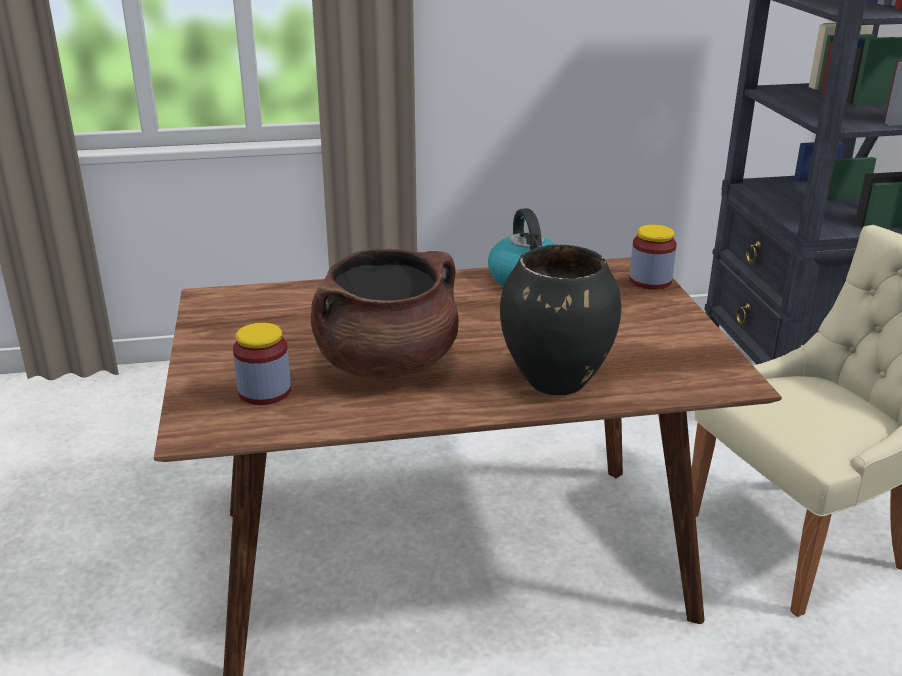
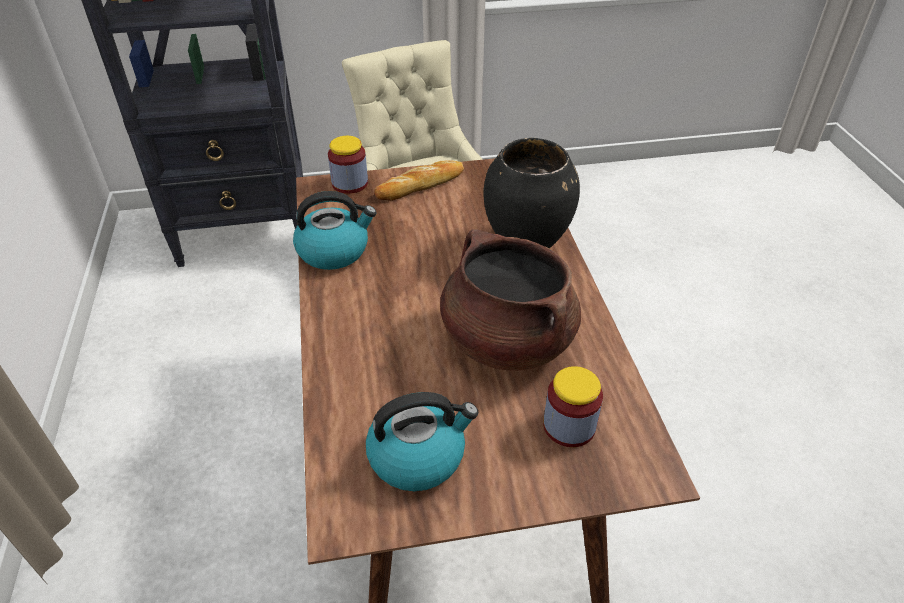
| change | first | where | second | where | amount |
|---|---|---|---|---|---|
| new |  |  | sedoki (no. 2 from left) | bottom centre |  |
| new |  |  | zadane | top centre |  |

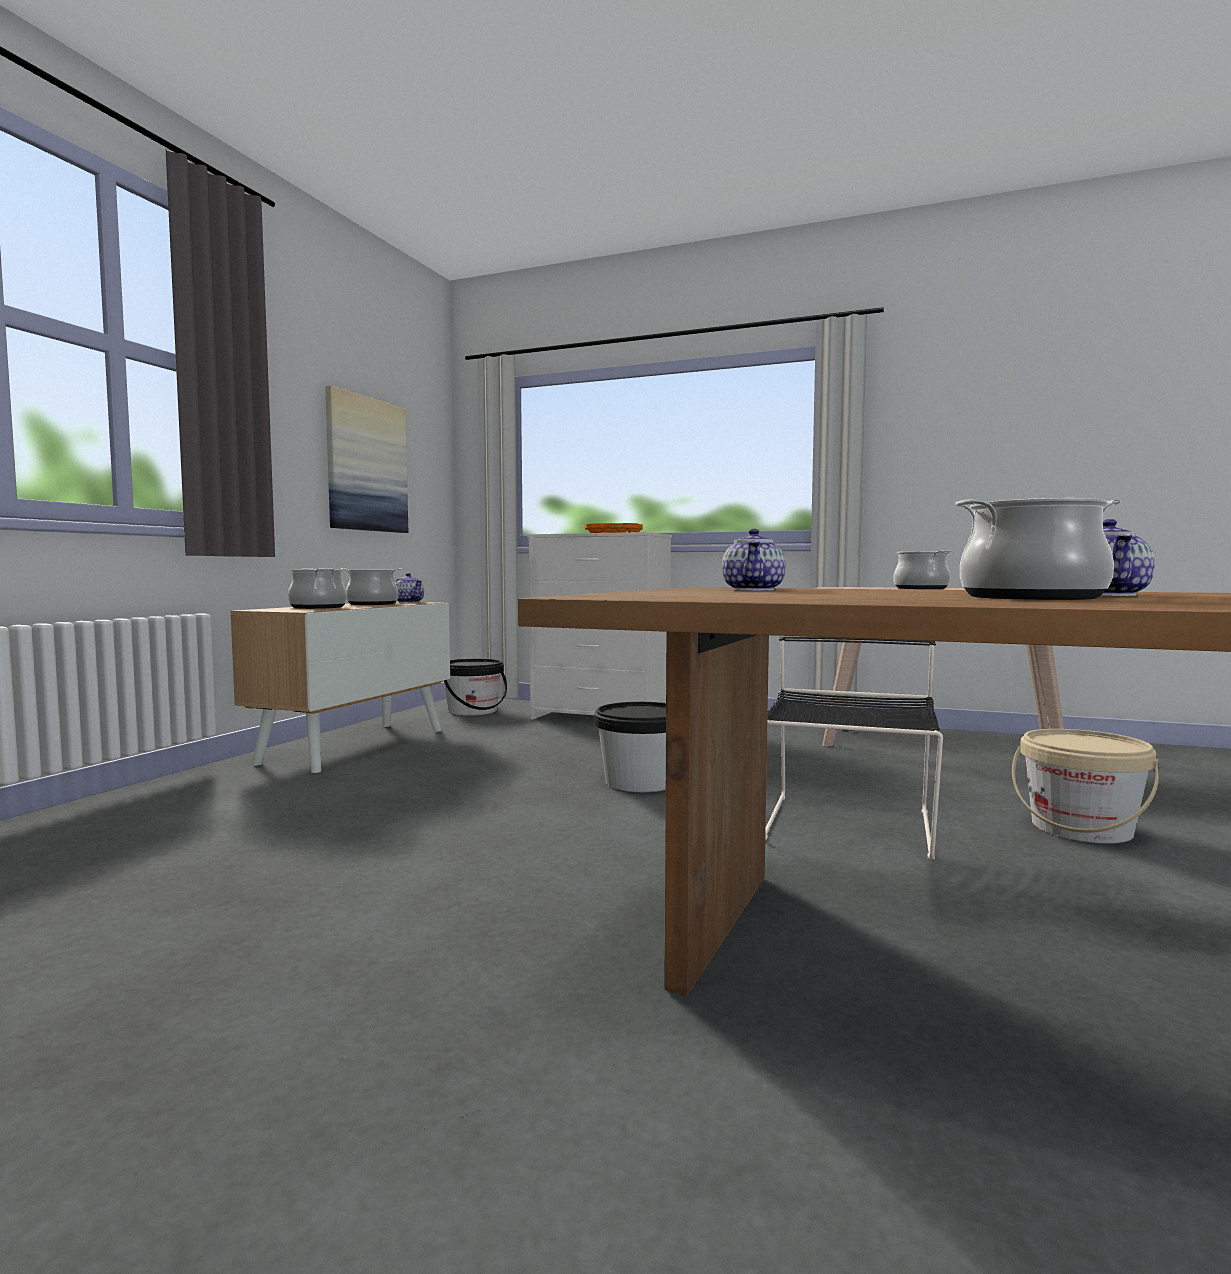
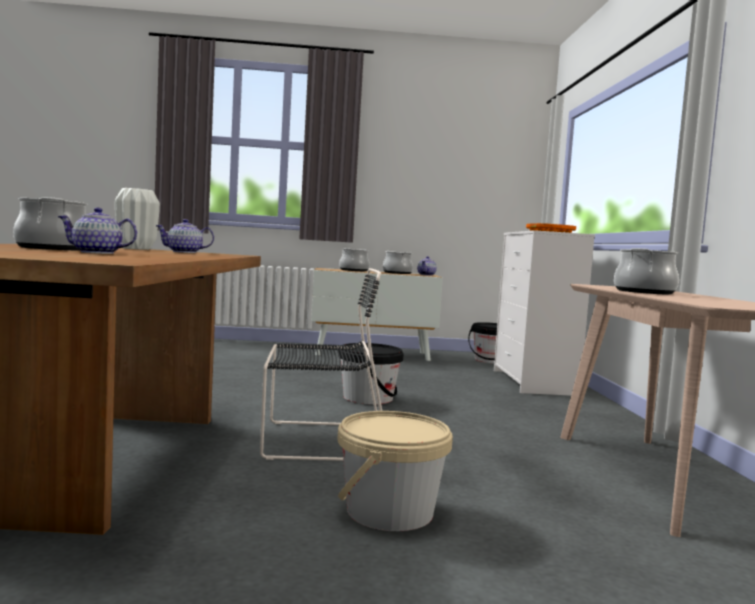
| change | first | where | second | where | amount |
|---|---|---|---|---|---|
| new |  |  | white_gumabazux | middle left |  |
| gone | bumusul | middle left |  |  |  |

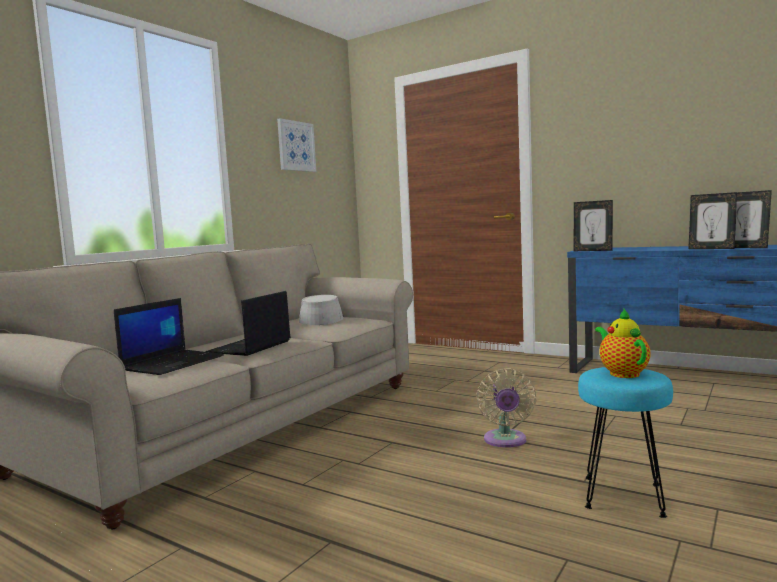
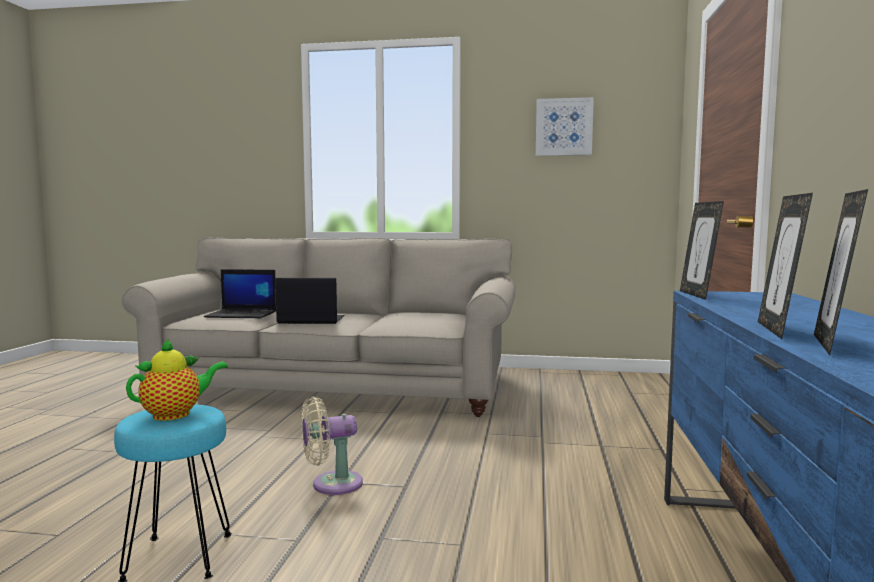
| change | first | where | second | where | amount |
|---|---|---|---|---|---|
| gone | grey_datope | centre |  |  |  |

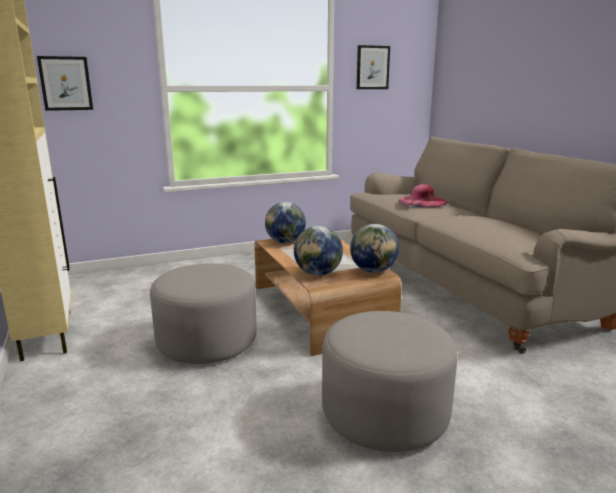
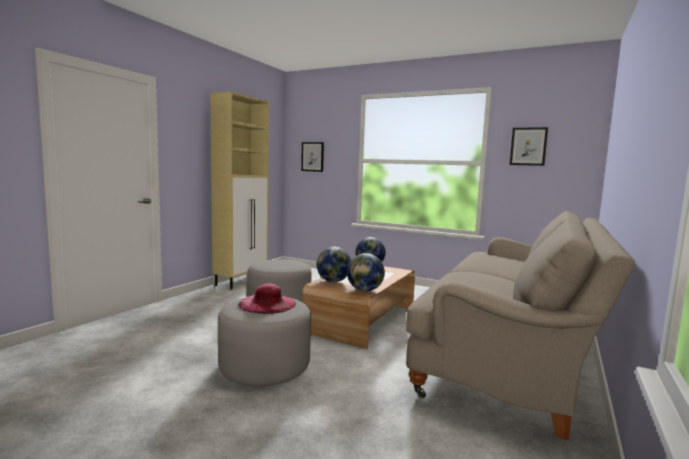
| change | first | where | second | where | amount |
|---|---|---|---|---|---|
| shifted | pink_datope | middle right |  | centre |  |

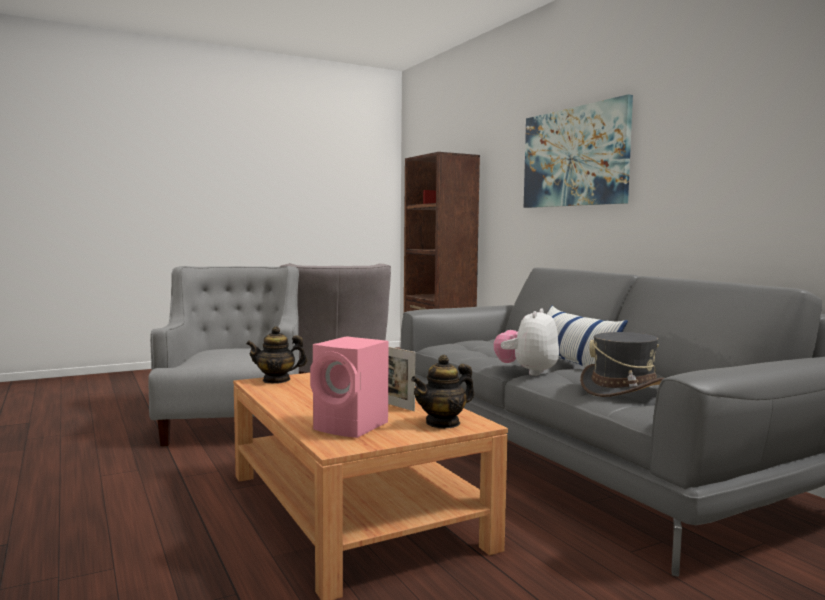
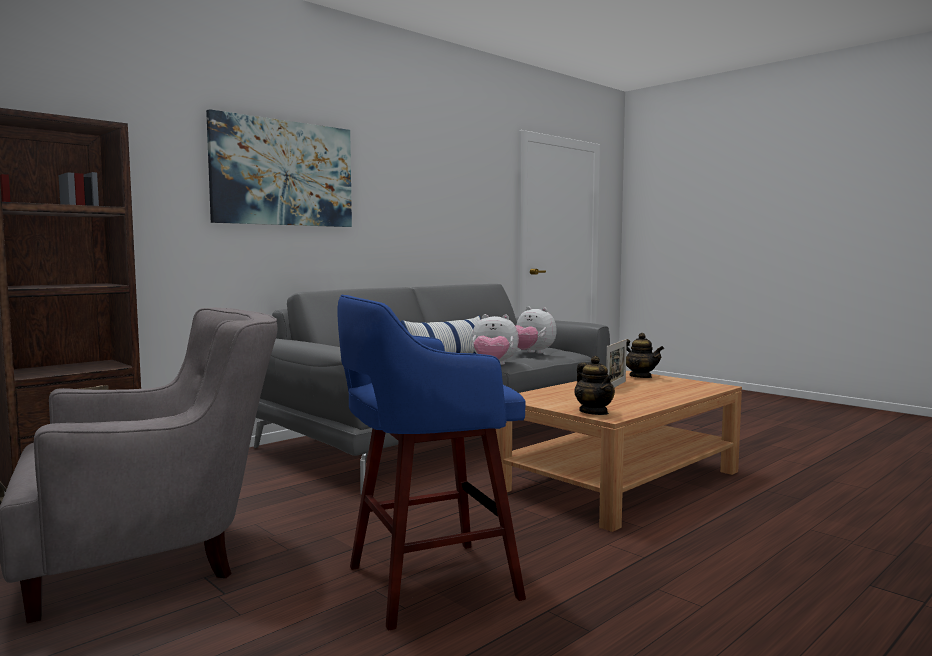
| change | first | where | second | where | amount |
|---|---|---|---|---|---|
| swapped | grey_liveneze (no. 1 from left) | middle left | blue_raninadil | bottom centre |  |
| swapped | grey_datope | middle right | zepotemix (no. 2 from left) | centre |  |
| gone | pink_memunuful | centre |  |  |  |

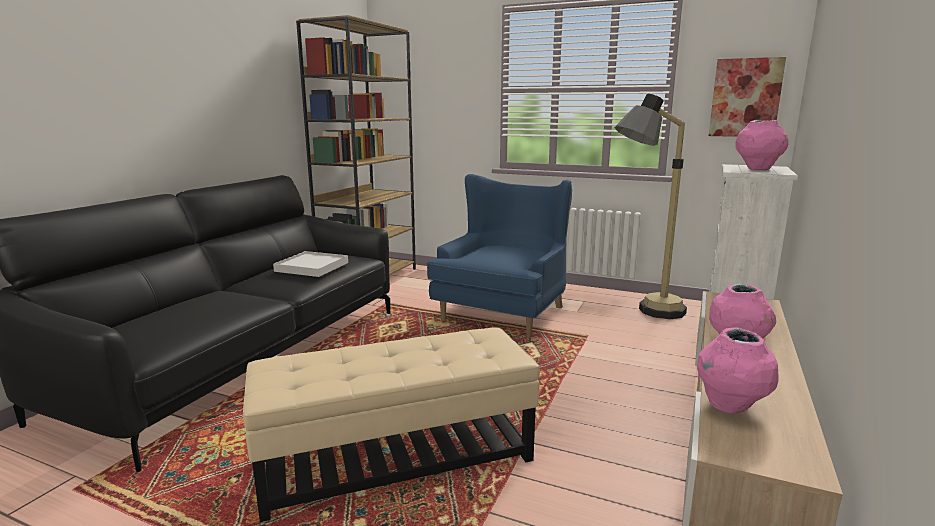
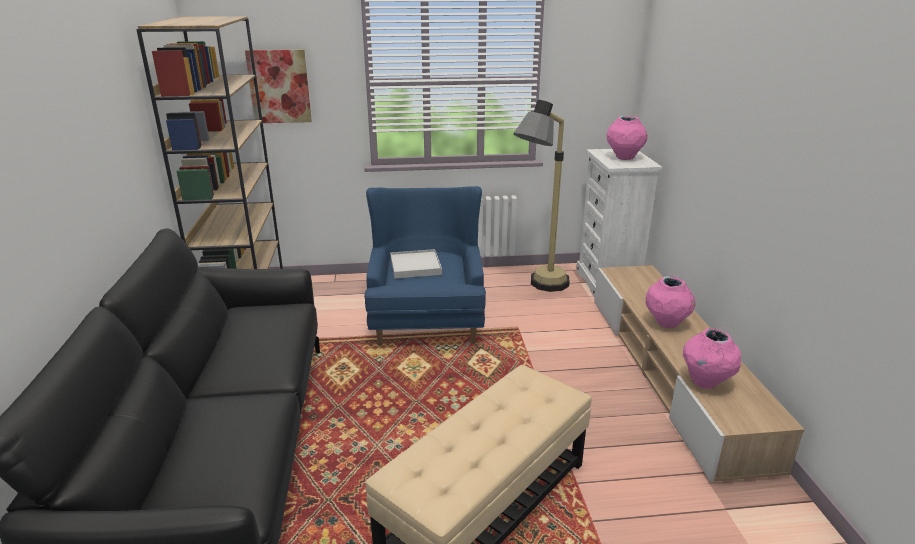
| change | first | where | second | where | amount |
|---|---|---|---|---|---|
| shifted | bumusul | top right |  | top left |  |
| shifted | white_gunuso | middle left |  | centre |  |

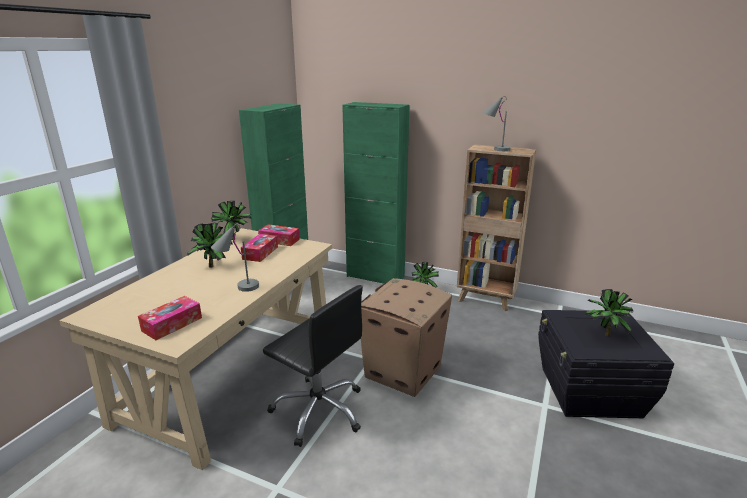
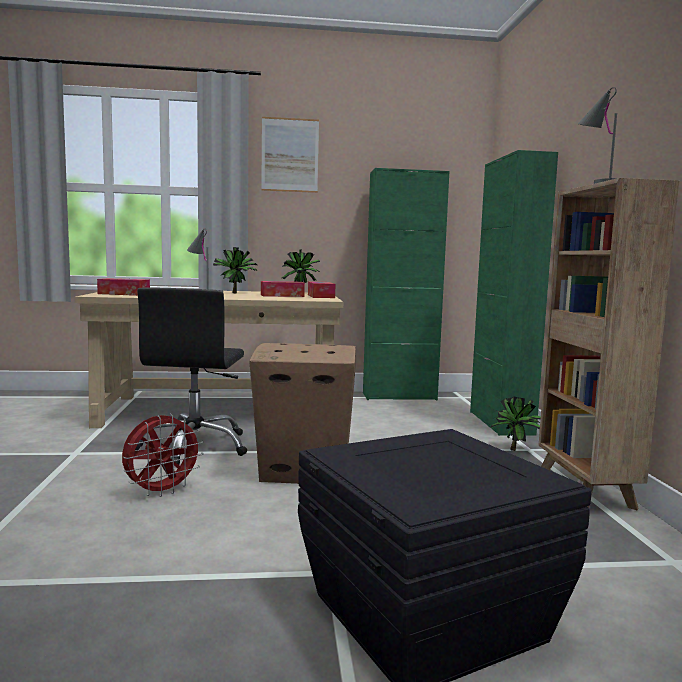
| change | first | where | second | where | amount |
|---|---|---|---|---|---|
| new |  |  | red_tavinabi | bottom left |  |
| new |  |  | bumusul | top centre |  |
| gone | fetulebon (no. 4 from left) | middle right |  |  |  |

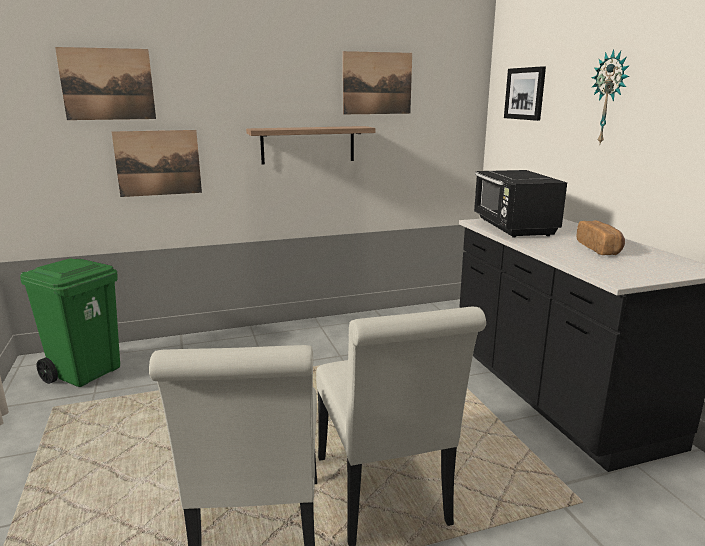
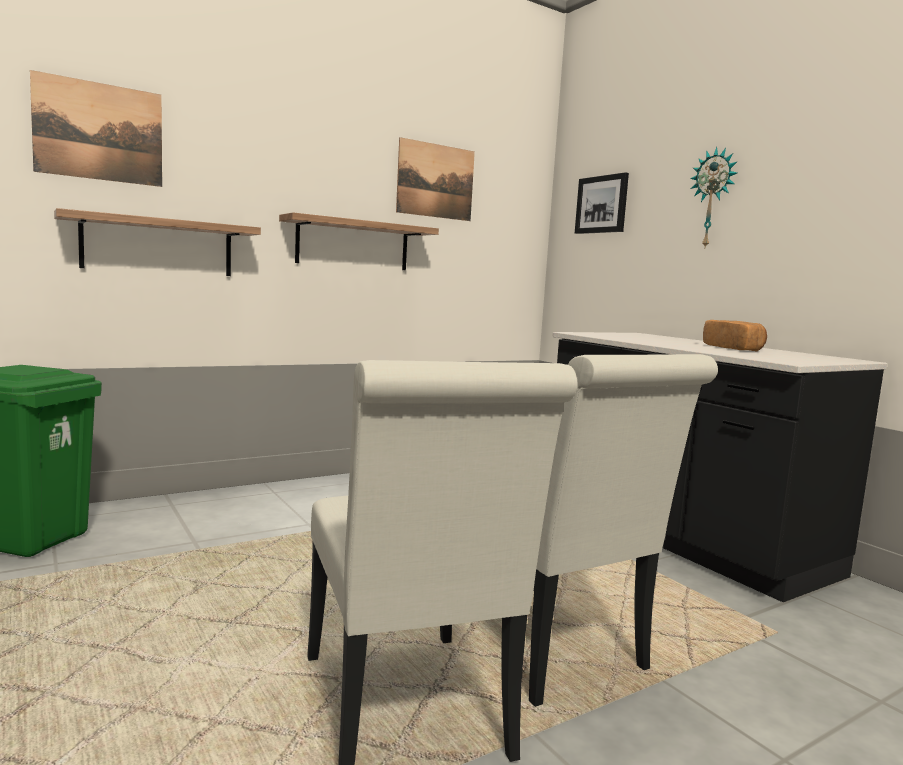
| change | first | where | second | where | amount |
|---|---|---|---|---|---|
| swapped | bumusul (no. 2 from left) | top left | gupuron (no. 1 from left) | top left |  |
| gone | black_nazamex | middle right |  |  |  |

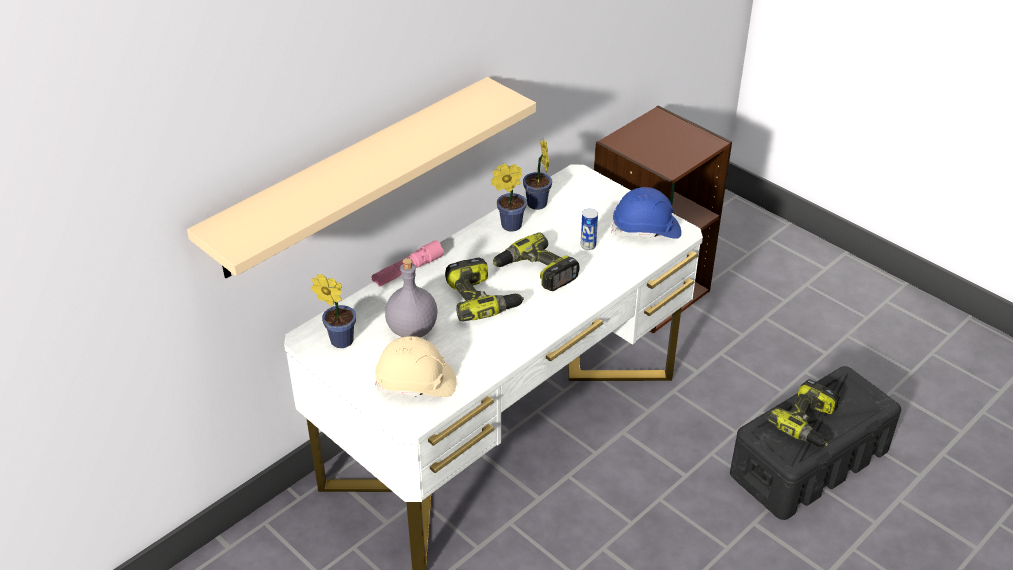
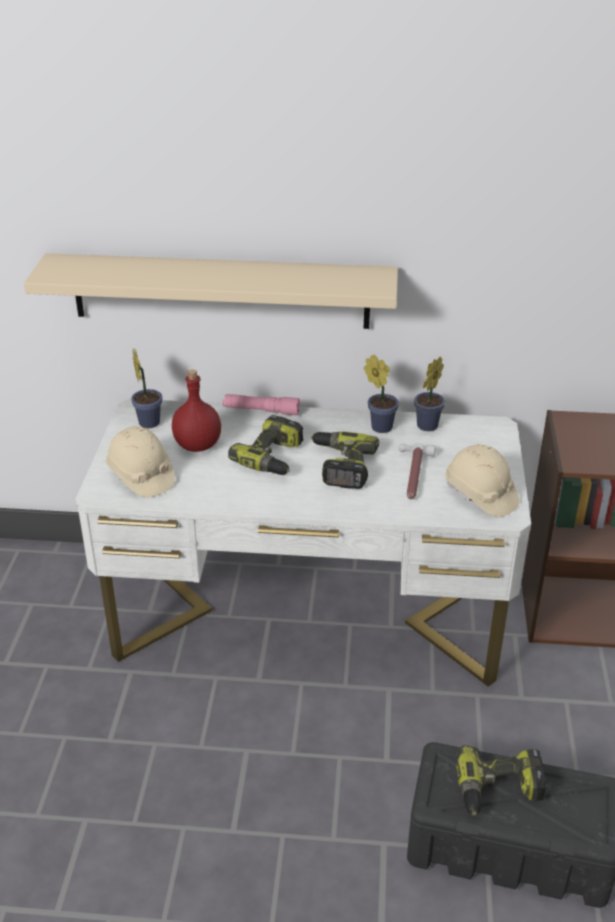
| change | first | where | second | where | amount |
|---|---|---|---|---|---|
| repainted | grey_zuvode | centre | red_zuvode | middle left |  |
| swapped | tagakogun | centre | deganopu | middle right |  |
| repainted | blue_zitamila | centre | beige_zitamila (no. 2 from left) | middle right |  |

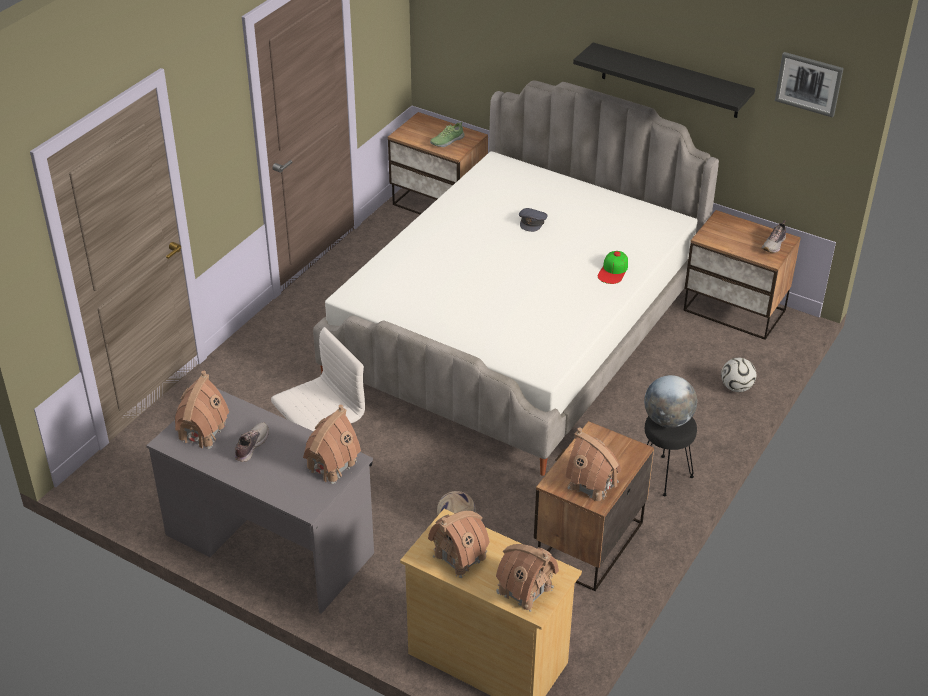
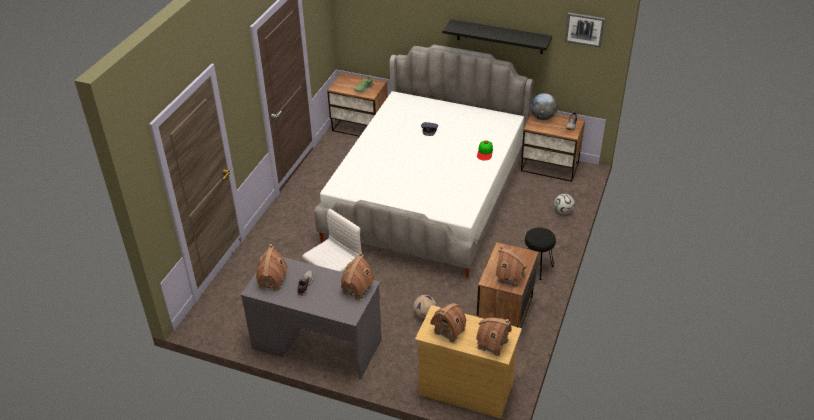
| change | first | where | second | where | amount |
|---|---|---|---|---|---|
| shifted | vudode | middle right |  | top right |  |

